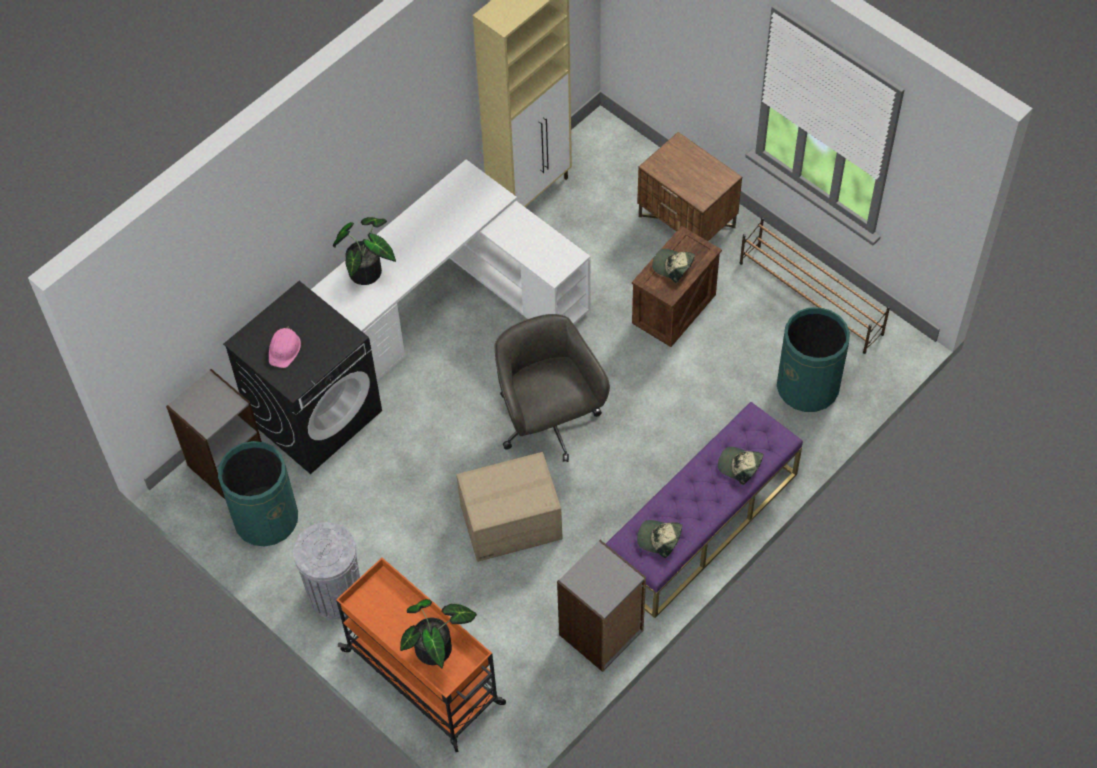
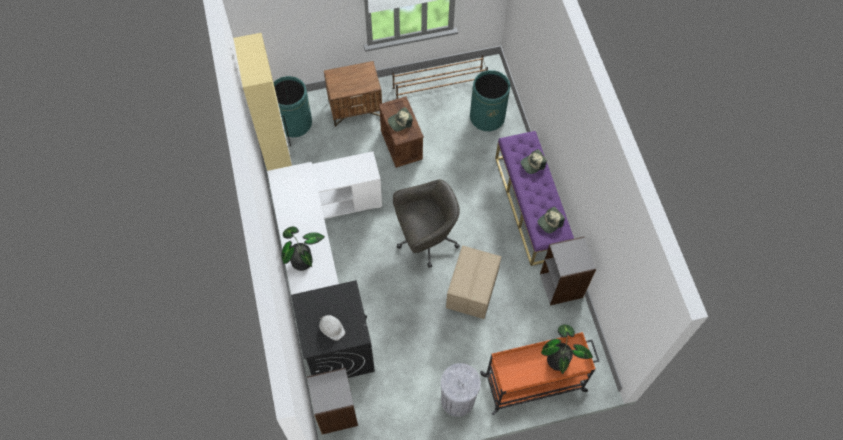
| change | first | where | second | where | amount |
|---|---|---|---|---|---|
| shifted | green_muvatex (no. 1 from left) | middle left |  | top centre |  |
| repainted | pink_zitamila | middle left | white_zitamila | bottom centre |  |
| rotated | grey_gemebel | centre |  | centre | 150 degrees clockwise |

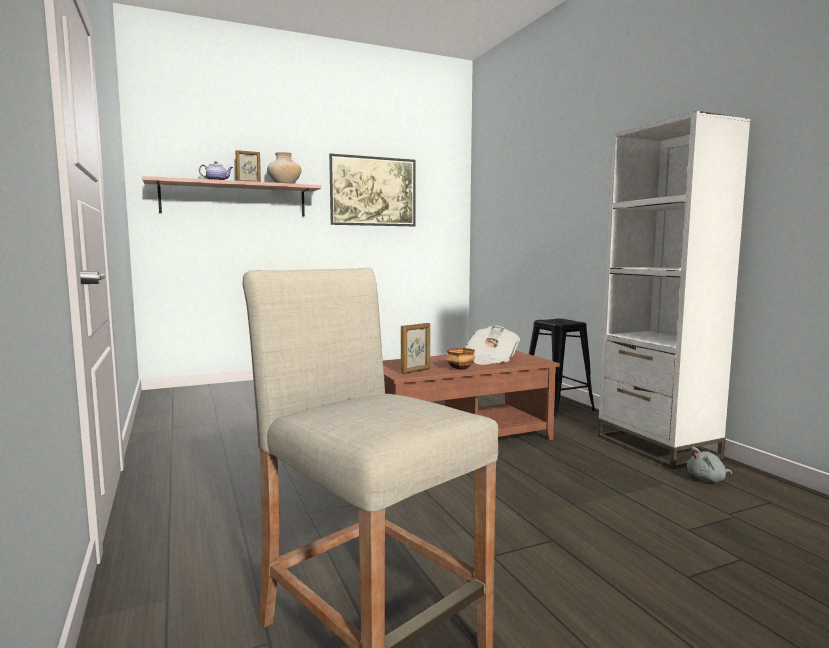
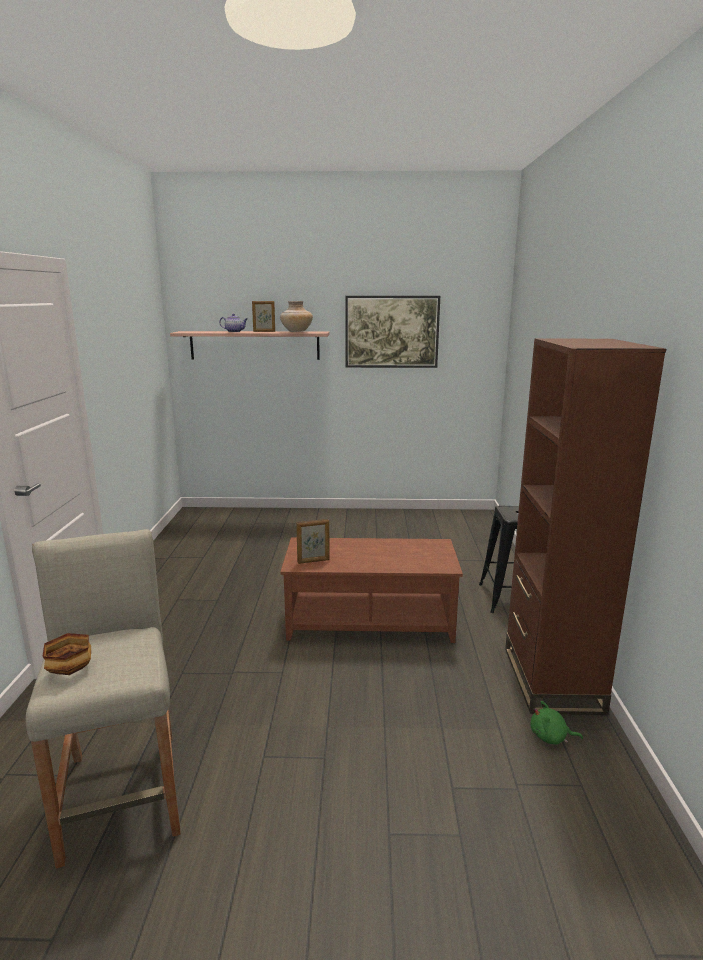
| change | first | where | second | where | amount |
|---|---|---|---|---|---|
| shifted | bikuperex | centre |  | bottom left |  |
| repainted | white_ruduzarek | middle right | brown_ruduzarek | middle right |  |
| repainted | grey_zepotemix | bottom right | green_zepotemix | bottom right |  |
| gone | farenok | centre |  |  |  |

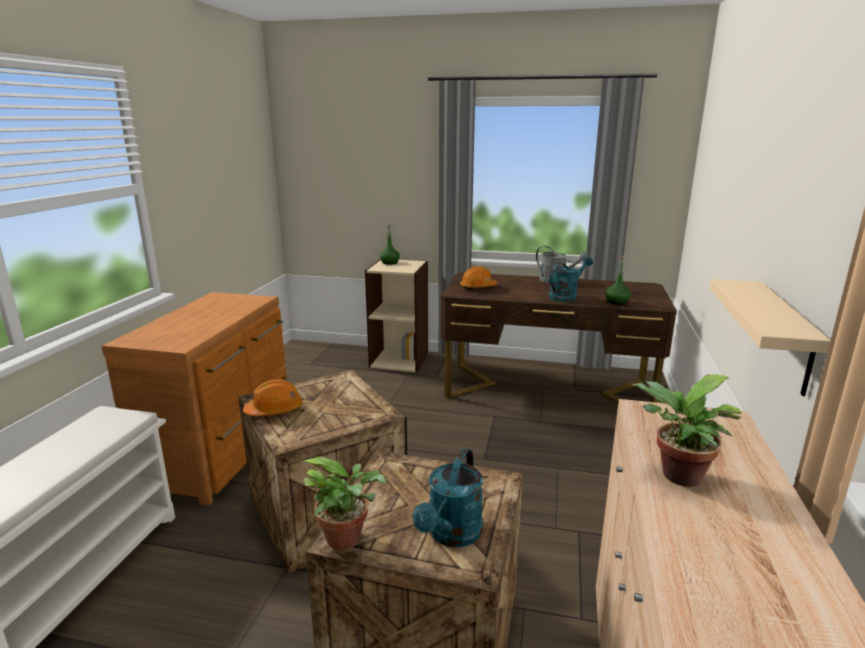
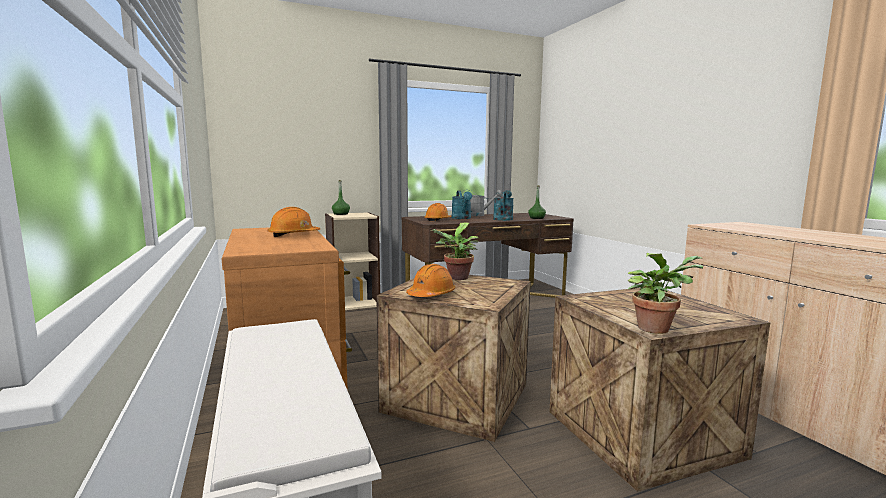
| change | first | where | second | where | amount |
|---|---|---|---|---|---|
| new |  |  | orange_zitamila (no. 1 from left) | middle left |  |
| shifted | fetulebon (no. 2 from left in the first image) | middle right | fetulebon (no. 1 from left) | centre |  |
| shifted | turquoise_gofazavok (no. 1 from left) | bottom centre |  | centre |  |
| gone | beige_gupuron | middle right |  |  |  |

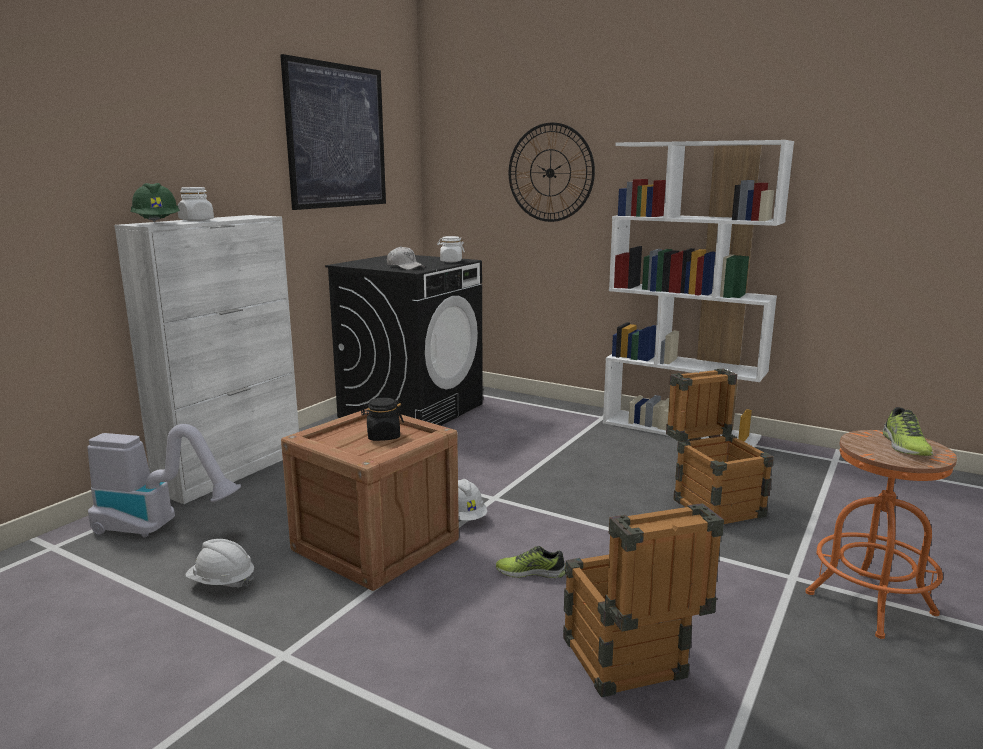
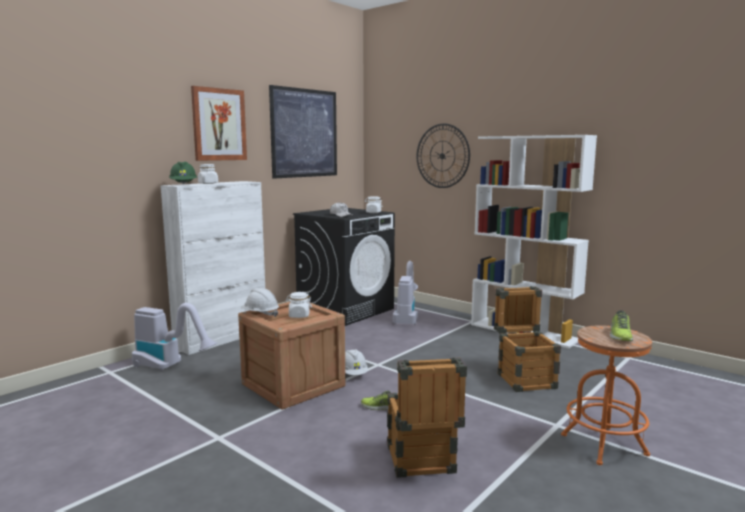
| change | first | where | second | where | amount |
|---|---|---|---|---|---|
| new |  |  | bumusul (no. 1 from left) | top left |  |
| shifted | white_zitamila (no. 1 from left) | bottom left |  | centre |  |
| repainted | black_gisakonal | centre | white_gisakonal (no. 2 from left) | centre |  |
| new |  |  | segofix (no. 2 from left) | centre |  |

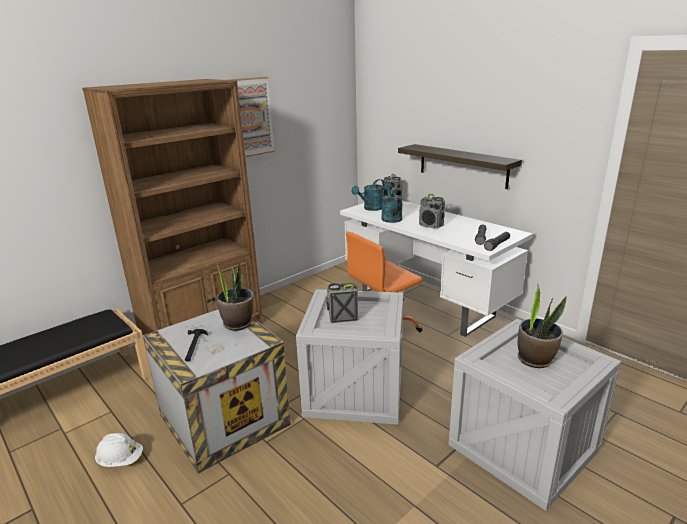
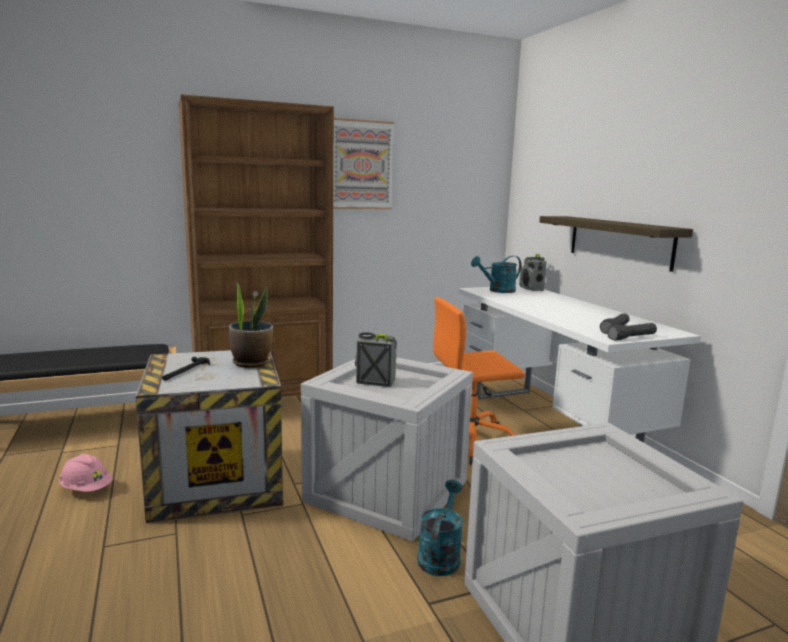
| change | first | where | second | where | amount |
|---|---|---|---|---|---|
| repainted | white_zitamila | bottom left | pink_zitamila | bottom left |  |
| shifted | turquoise_gofazavok (no. 2 from left in the first image) | centre | turquoise_gofazavok (no. 1 from left) | bottom centre |  |
| gone | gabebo (no. 3 from left) | centre |  |  |  |
| gone | fetulebon (no. 2 from left) | middle right |  |  |  |

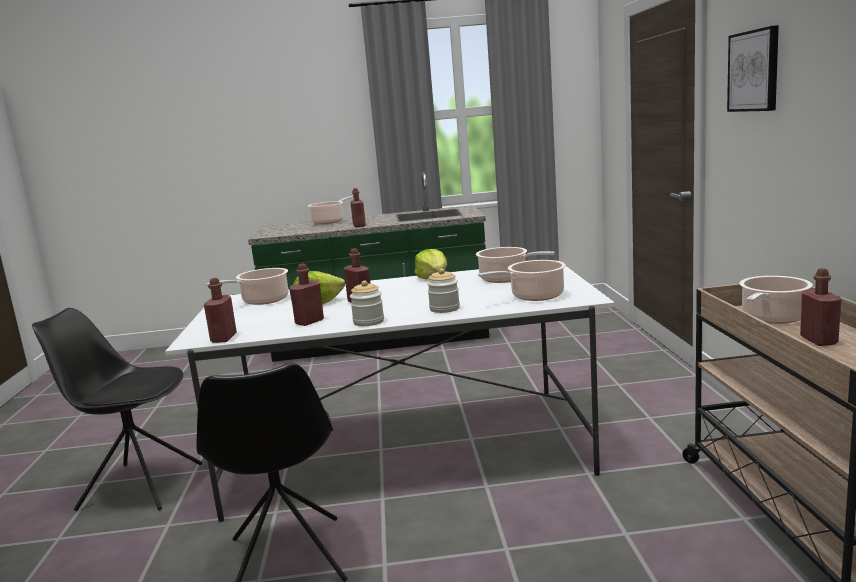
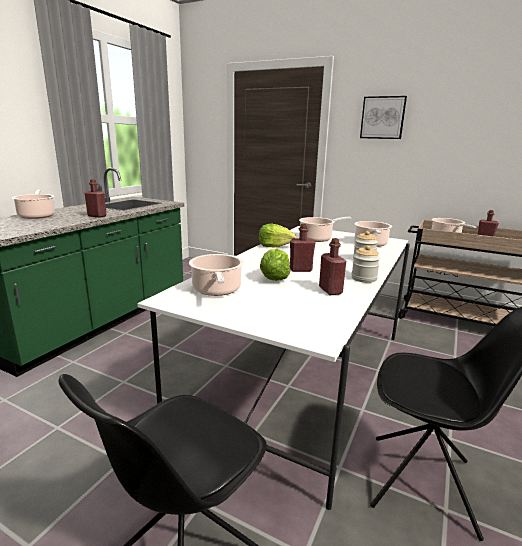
| change | first | where | second | where | amount |
|---|---|---|---|---|---|
| gone | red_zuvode (no. 1 from left) | middle left |  |  |  |

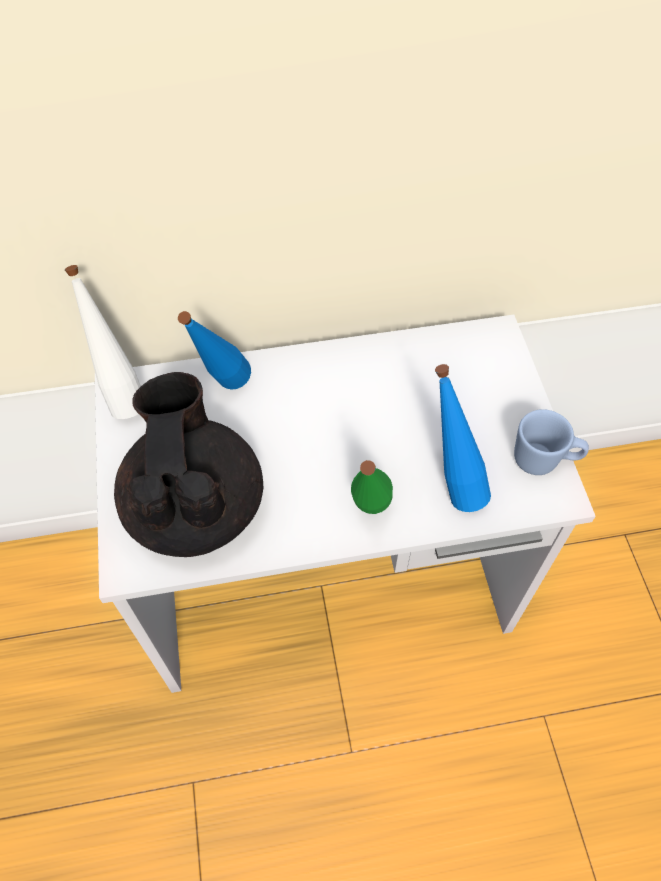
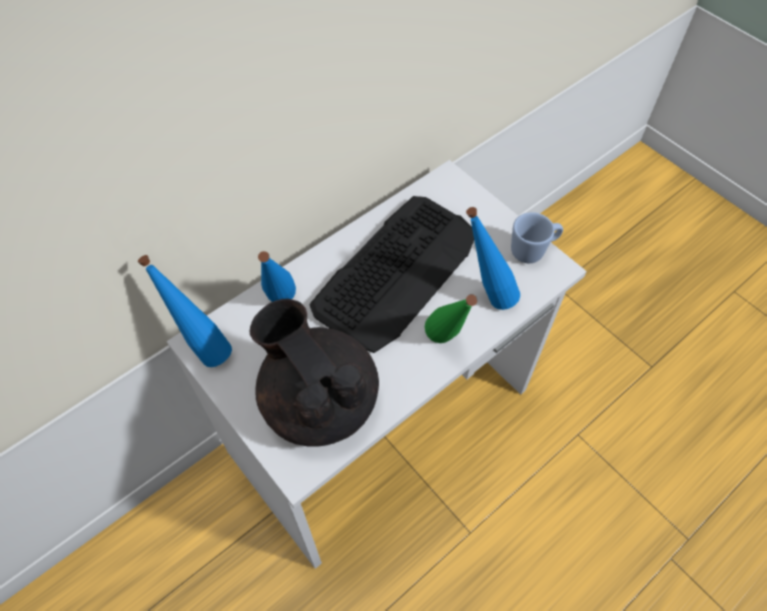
| change | first | where | second | where | amount |
|---|---|---|---|---|---|
| repainted | white_zuvode | middle left | blue_zuvode (no. 1 from left) | middle left |  |
| new |  |  | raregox | centre |  |

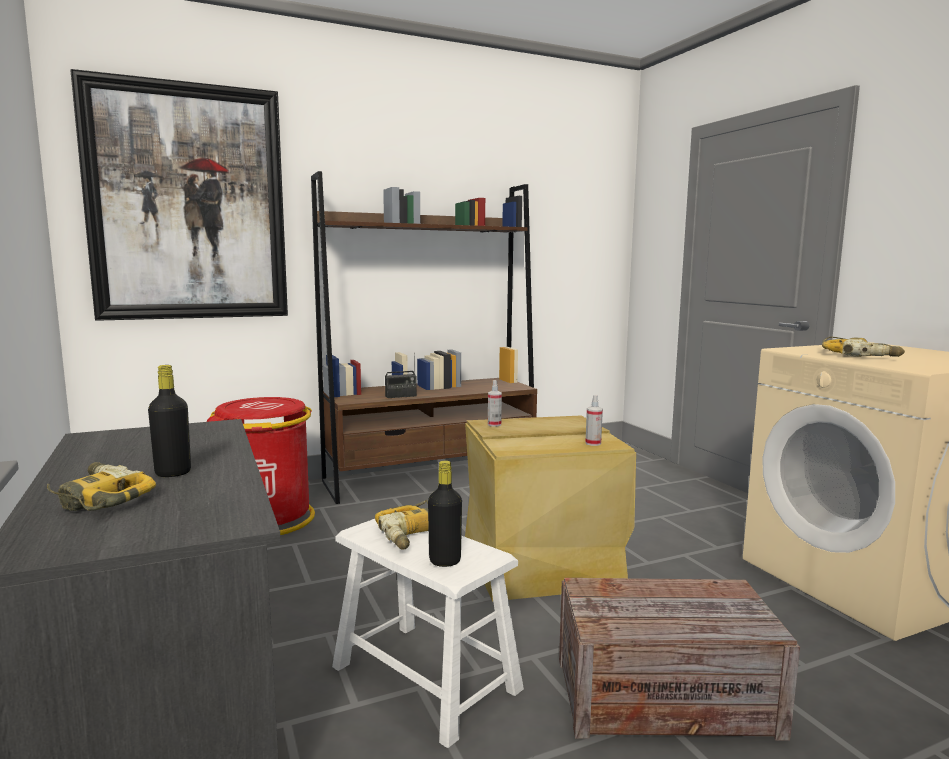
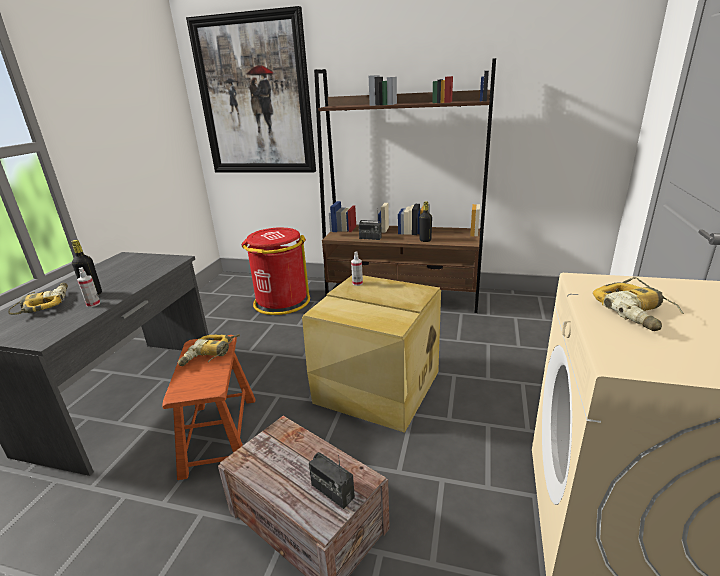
| change | first | where | second | where | amount |
|---|---|---|---|---|---|
| shifted | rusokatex (no. 2 from left in the first image) | centre | rusokatex (no. 1 from left) | middle left |  |
| repainted | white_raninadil | bottom centre | brown_raninadil | bottom left |  |
| new |  |  | gabebo (no. 1 from left) | bottom centre |  |
| shifted | black_zuvode (no. 2 from left) | bottom centre |  | centre |  |

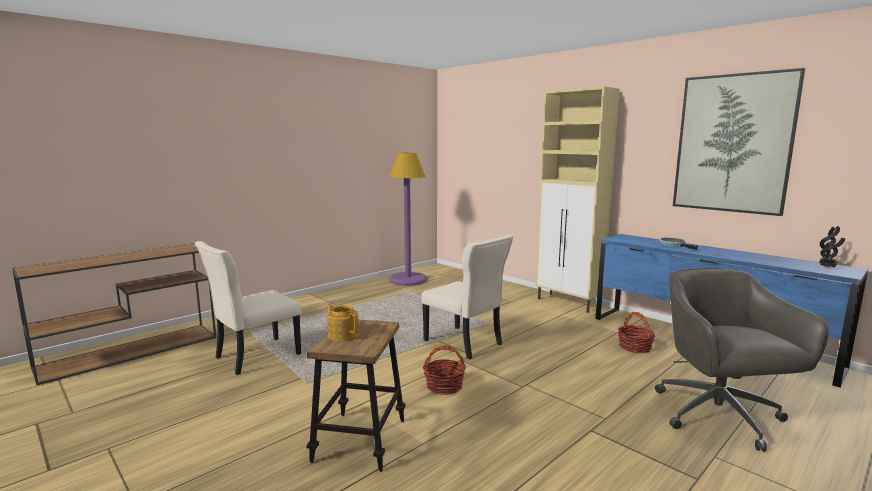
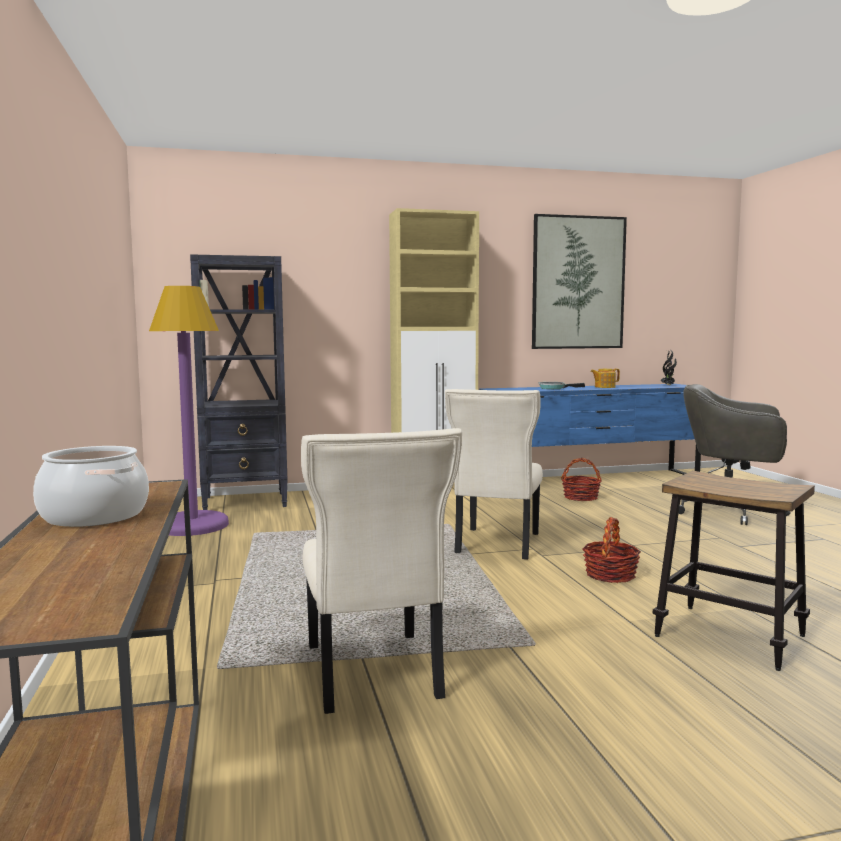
| change | first | where | second | where | amount |
|---|---|---|---|---|---|
| new |  |  | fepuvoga | middle left |  |
| new |  |  | black_ruduzarek | middle left |  |
| rotated | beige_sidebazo (no. 2 from left) | centre |  | centre | 120 degrees clockwise |
| shifted | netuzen | centre |  | middle right |  |

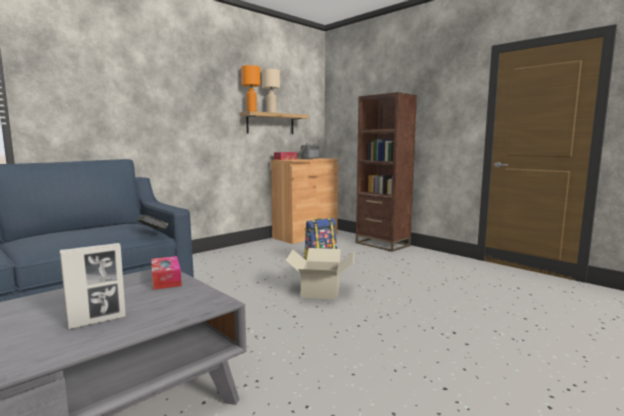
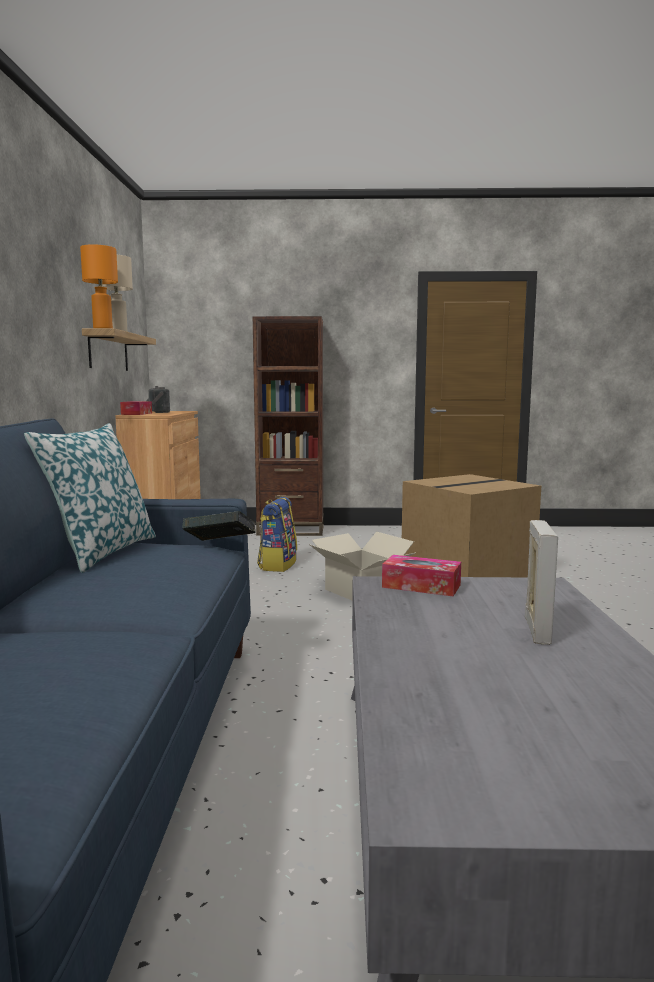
| change | first | where | second | where | amount |
|---|---|---|---|---|---|
| new |  |  | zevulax | middle left |  |
| new |  |  | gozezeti (no. 2 from left) | middle right |  |

